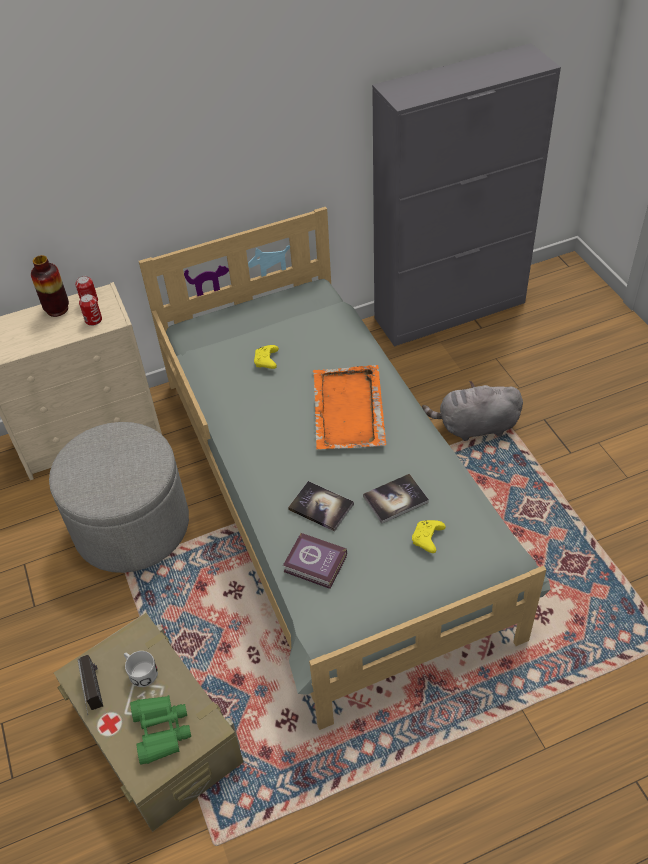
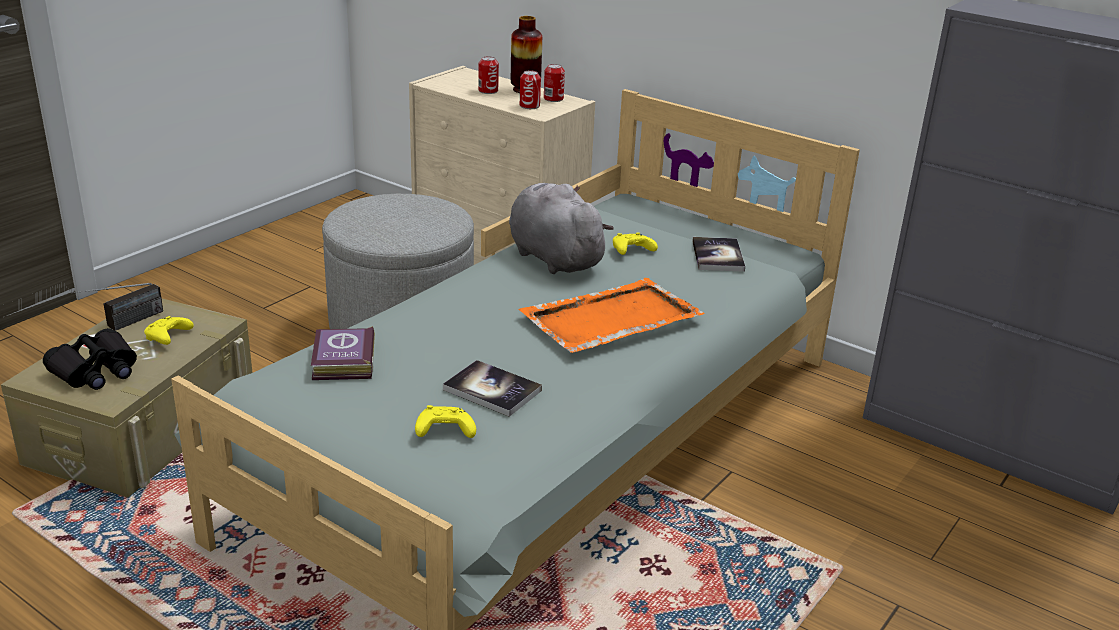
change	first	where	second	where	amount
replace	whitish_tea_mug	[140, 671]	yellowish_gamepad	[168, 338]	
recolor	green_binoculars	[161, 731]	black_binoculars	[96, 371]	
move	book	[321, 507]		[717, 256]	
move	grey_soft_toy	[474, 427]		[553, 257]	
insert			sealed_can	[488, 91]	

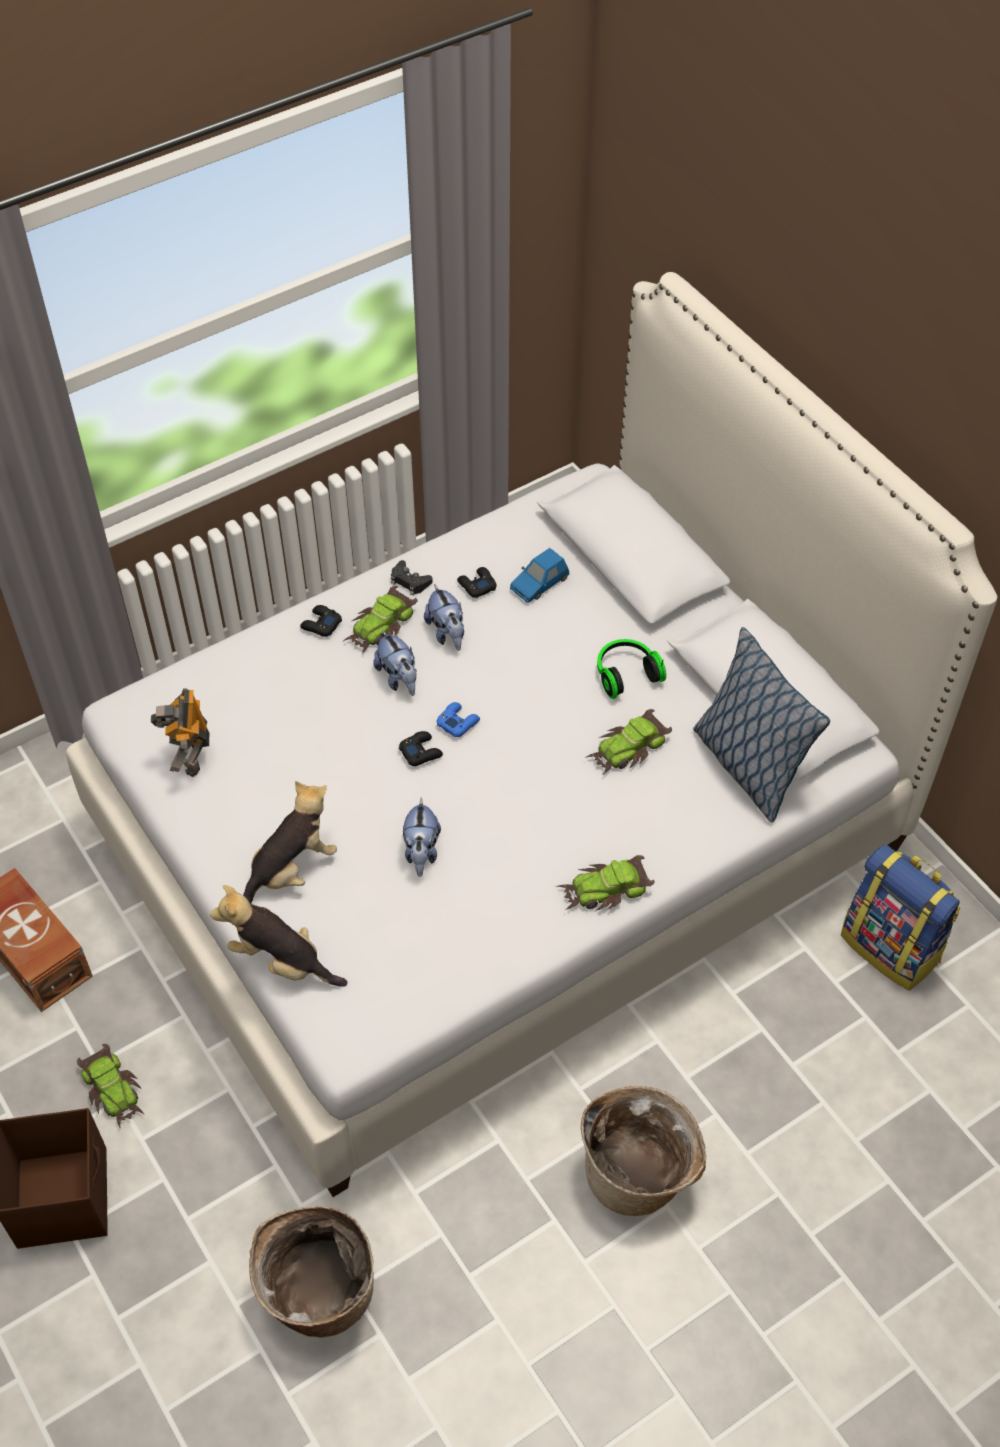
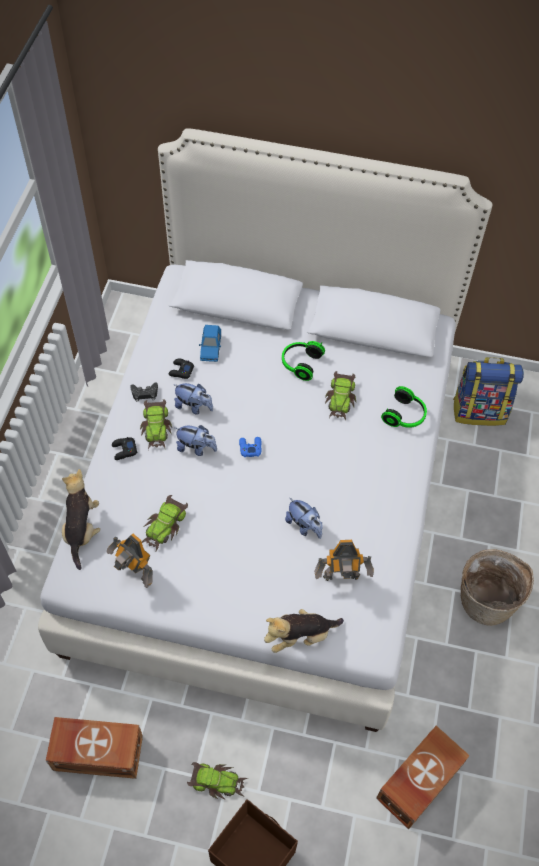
change	first	where	second	where	amount
move	soft_toy	[291, 870]		[82, 529]	
replace	basket	[317, 1294]	brown-coloured_storage_box	[417, 781]	
delete	black_gamepad	[421, 752]			
move	model_car	[605, 889]		[164, 526]	
delete	pillow	[747, 765]			
insert			toy_robot	[342, 578]	
insert			headphones	[405, 415]	

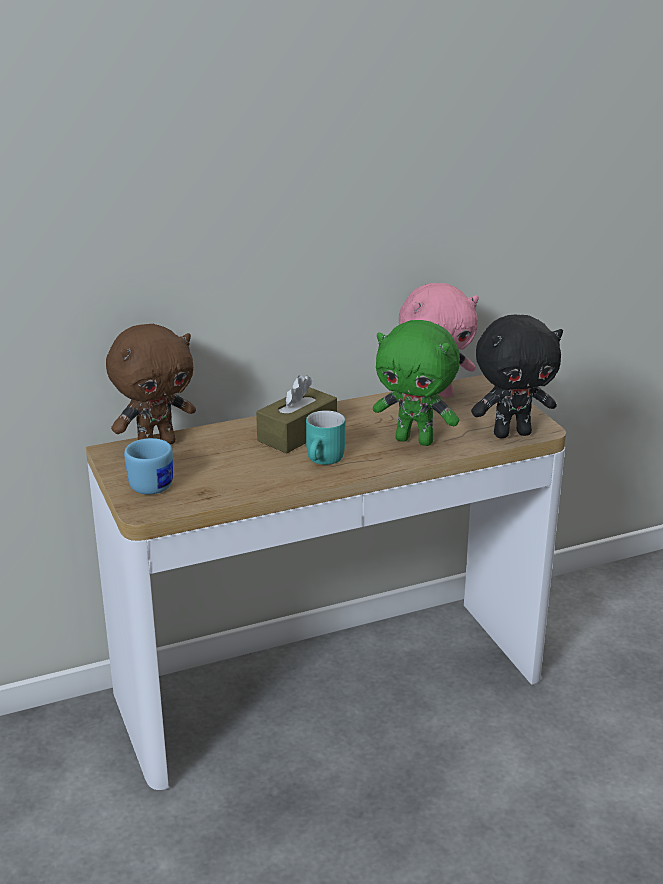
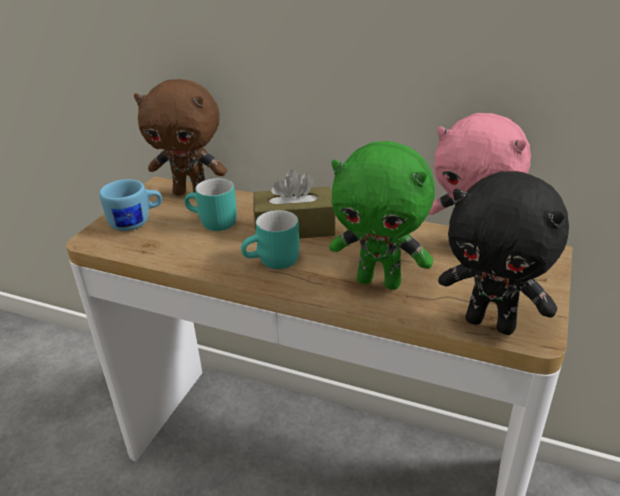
change	first	where	second	where	amount
rotate	green_soft_toy	[415, 440]		[380, 281]	45 degrees counterclockwise
insert			turquoise-coloured_tea_mug	[212, 223]	

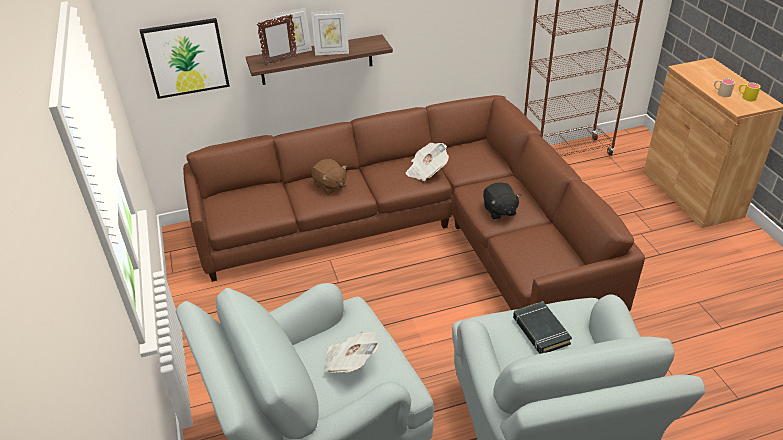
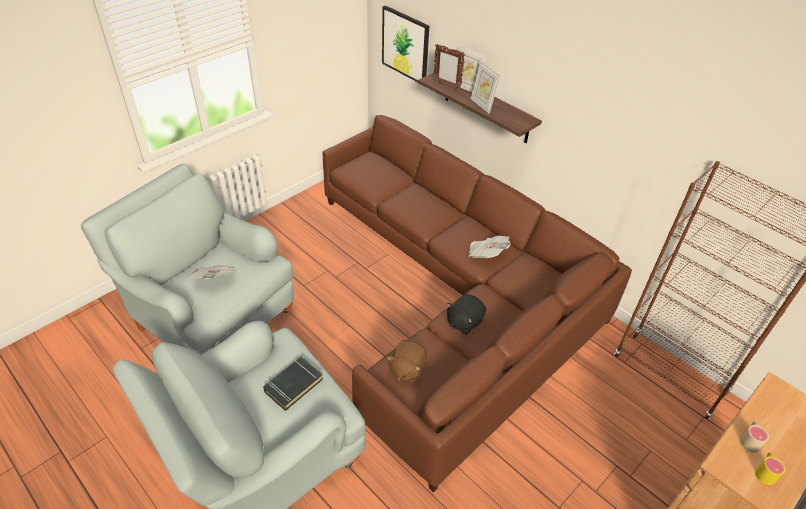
change	first	where	second	where	amount
move	brown-coloured_soft_toy	[330, 186]		[406, 369]	

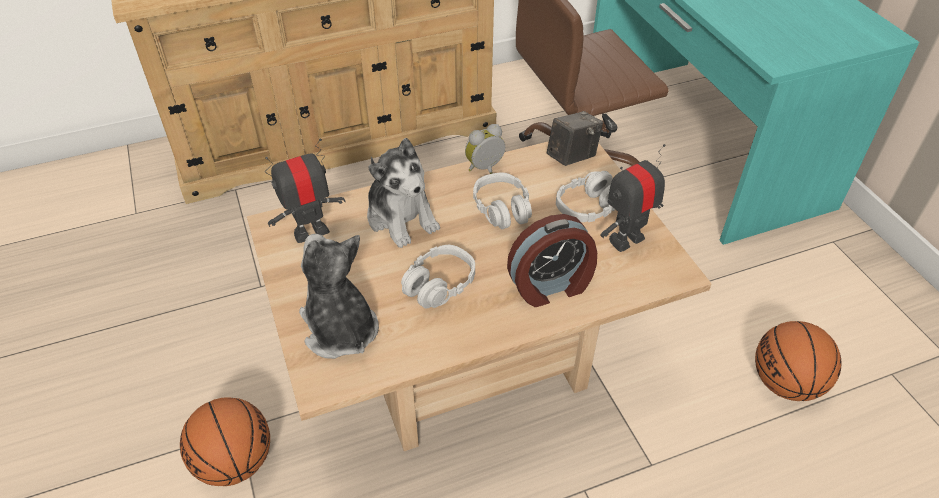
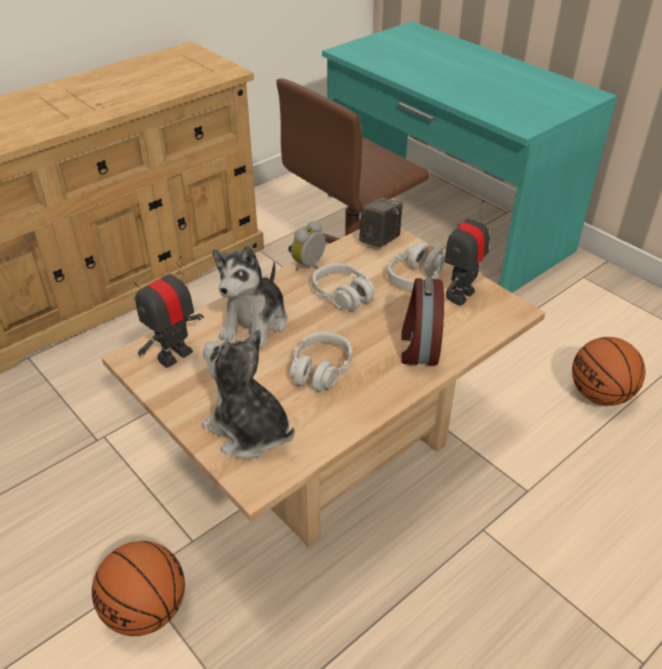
change	first	where	second	where	amount
rotate	soft_toy	[401, 217]		[255, 323]	75 degrees clockwise
rotate	bedside_clock	[551, 286]		[418, 347]	135 degrees clockwise

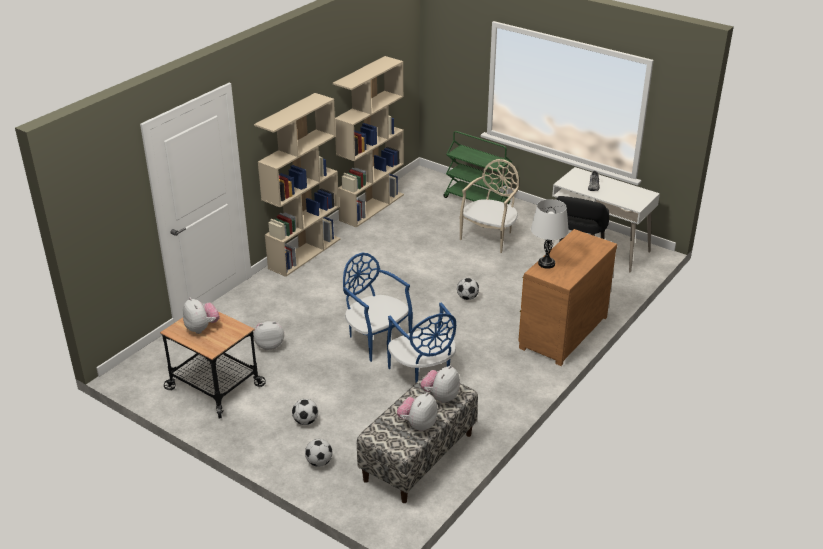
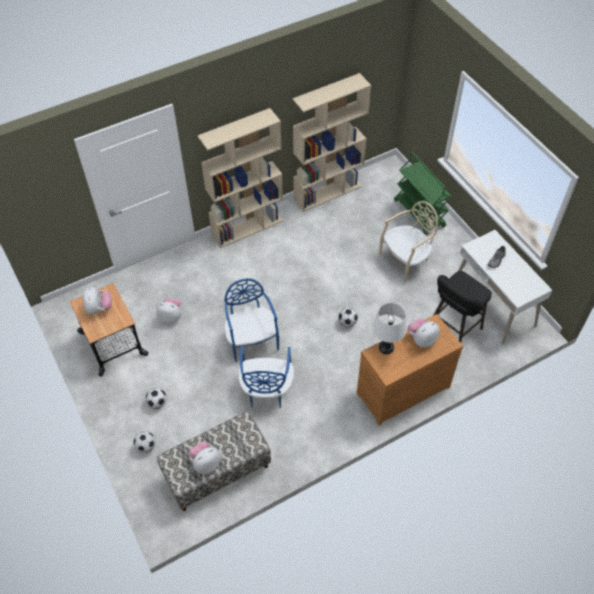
change	first	where	second	where	amount
move	soft_toy	[440, 397]		[421, 339]	

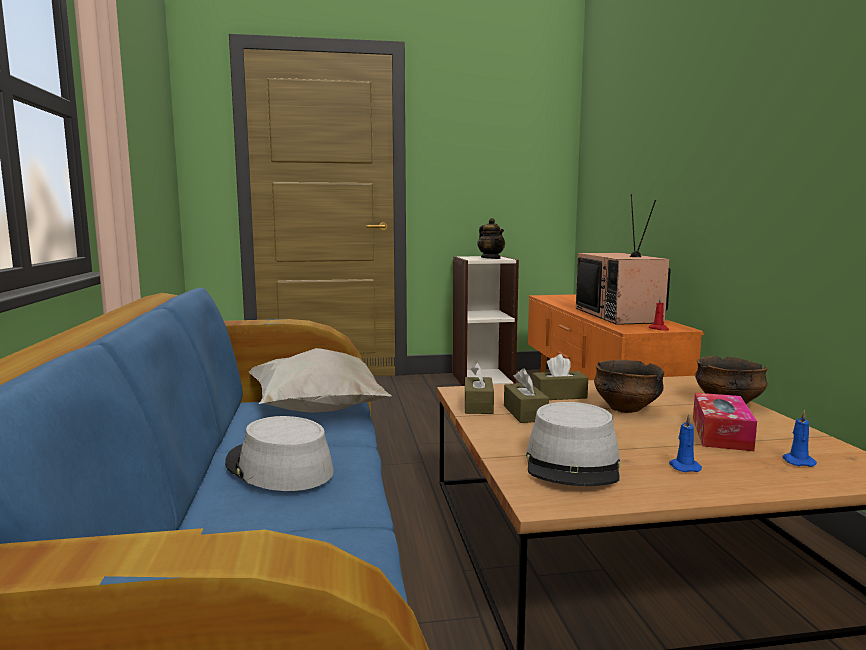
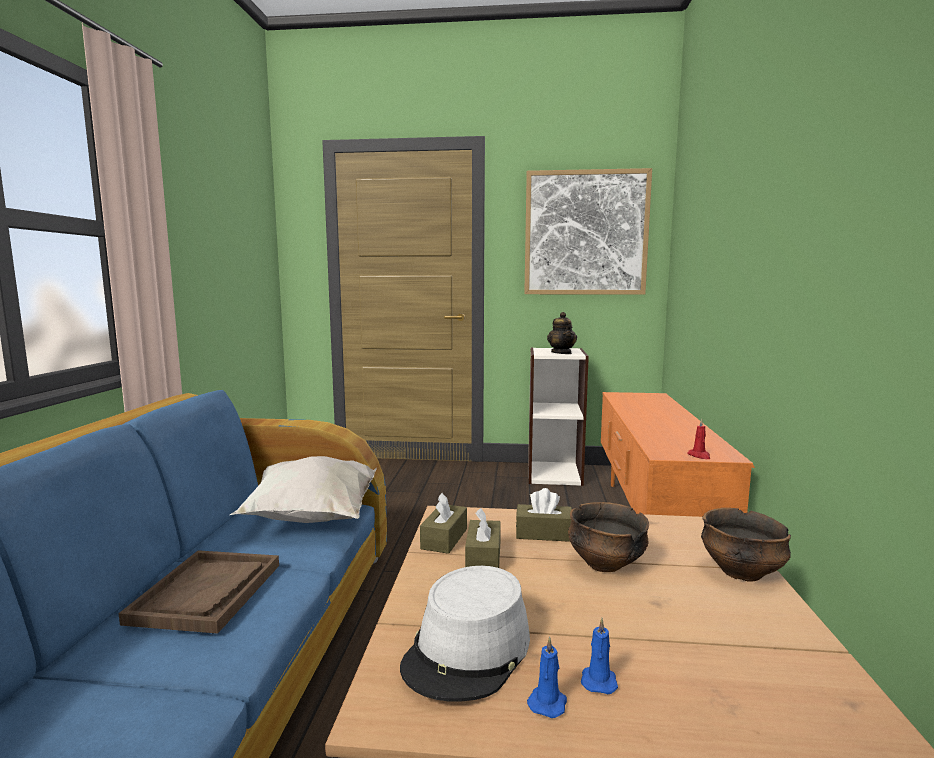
change	first	where	second	where	amount
replace	grey_hat	[278, 468]	brown-coloured_serving_tray	[207, 593]	
delete	television	[620, 315]			
delete	tissue_holder	[721, 433]			
move	blue_candle	[797, 461]		[548, 702]	
insert			picture	[585, 233]	

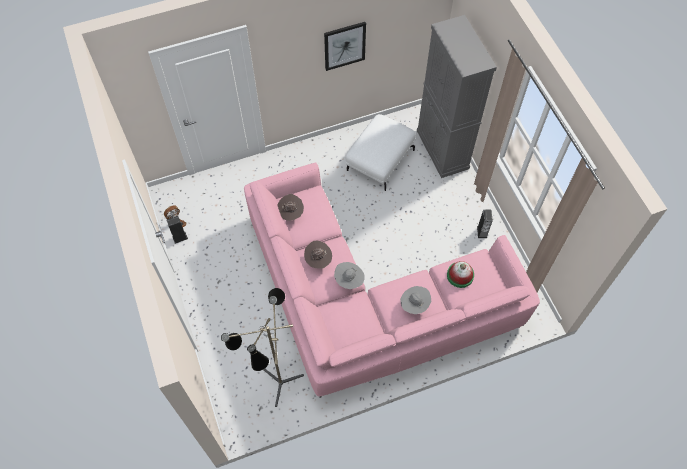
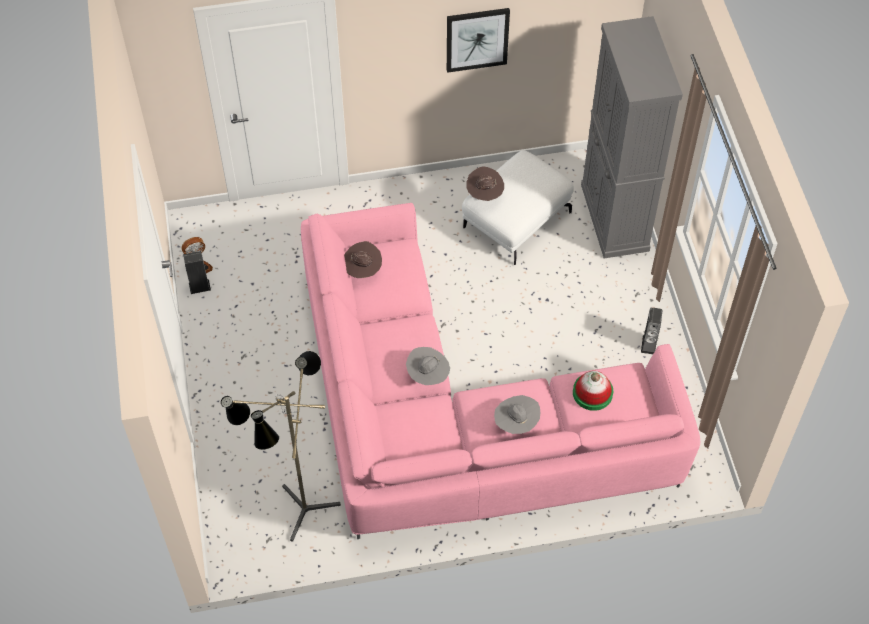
change	first	where	second	where	amount
move	brown-coloured_hat	[318, 260]		[484, 194]	

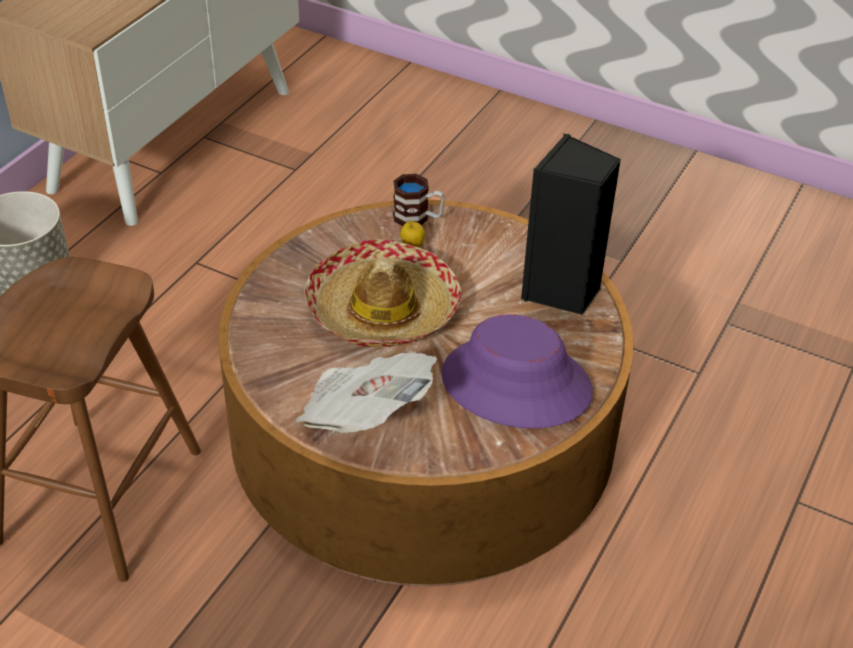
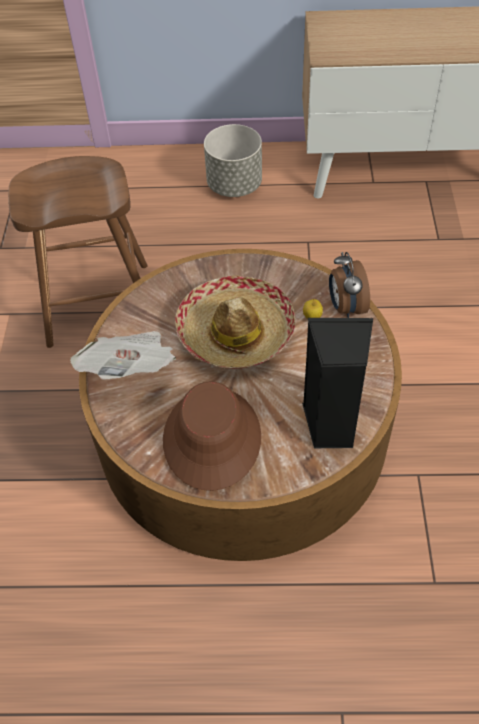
change	first	where	second	where	amount
replace	tea_mug	[418, 218]	bedside_clock	[345, 307]	
recolor	purple-coloured_hat	[515, 384]	brown-coloured_hat	[211, 438]	

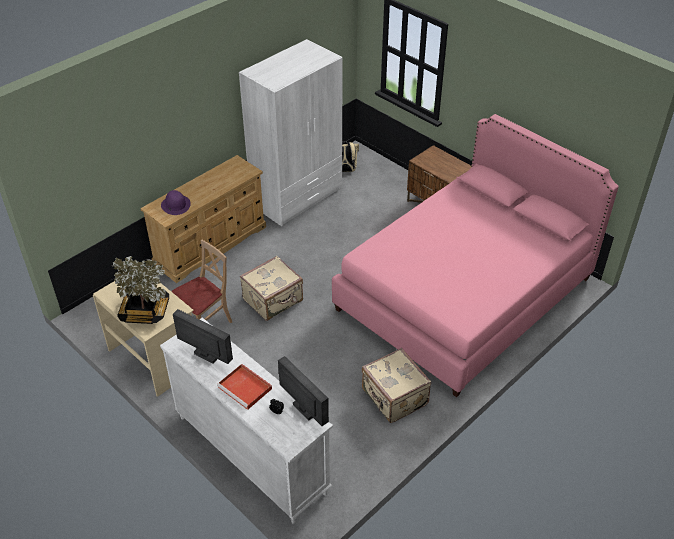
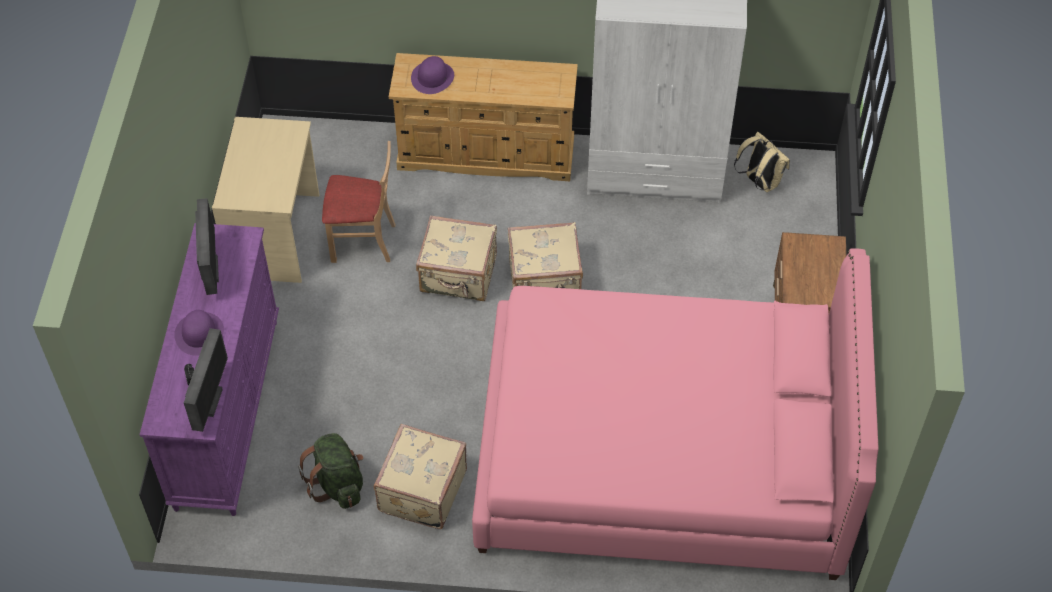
change	first	where	second	where	amount
delete	plant_in_a_pot	[144, 311]			
recolor	whitish_dresser	[250, 453]	purple-coloured_dresser	[227, 411]	
replace	red-coloured_serving_tray	[245, 388]	purple-coloured_hat	[199, 333]	
insert			green_backpack	[338, 484]	
insert			beige-coloured_piece_of_luggage	[545, 280]	

